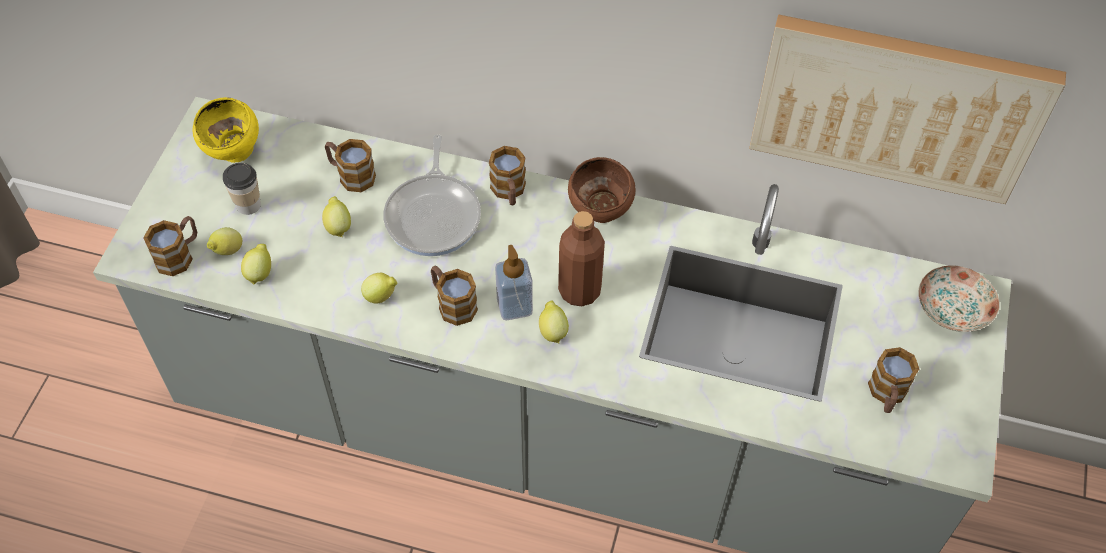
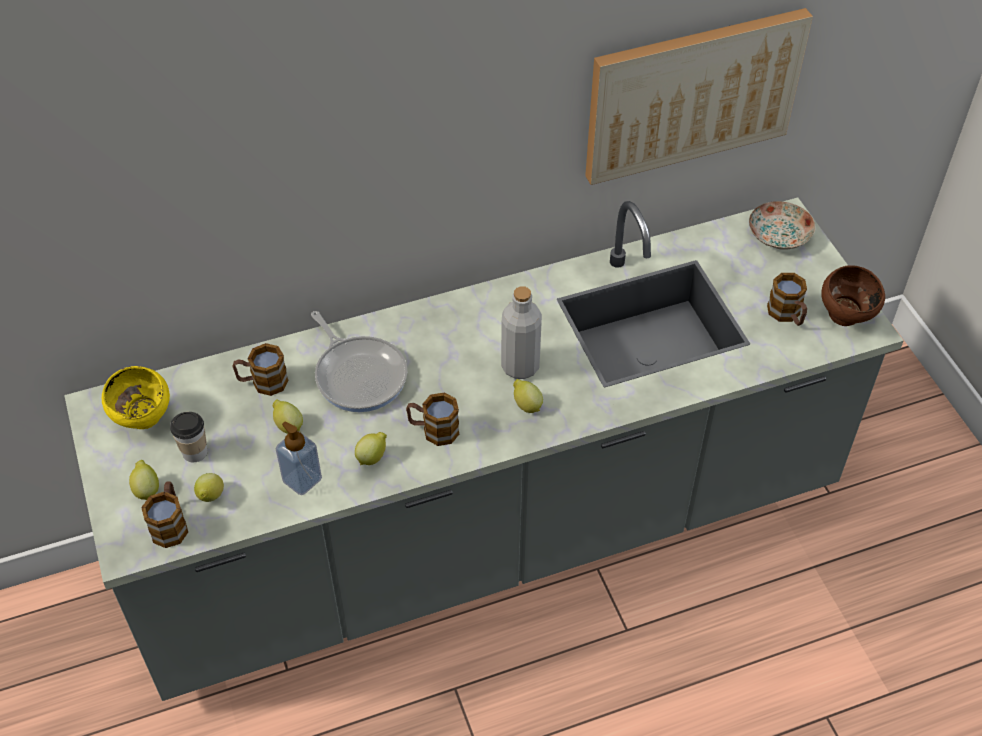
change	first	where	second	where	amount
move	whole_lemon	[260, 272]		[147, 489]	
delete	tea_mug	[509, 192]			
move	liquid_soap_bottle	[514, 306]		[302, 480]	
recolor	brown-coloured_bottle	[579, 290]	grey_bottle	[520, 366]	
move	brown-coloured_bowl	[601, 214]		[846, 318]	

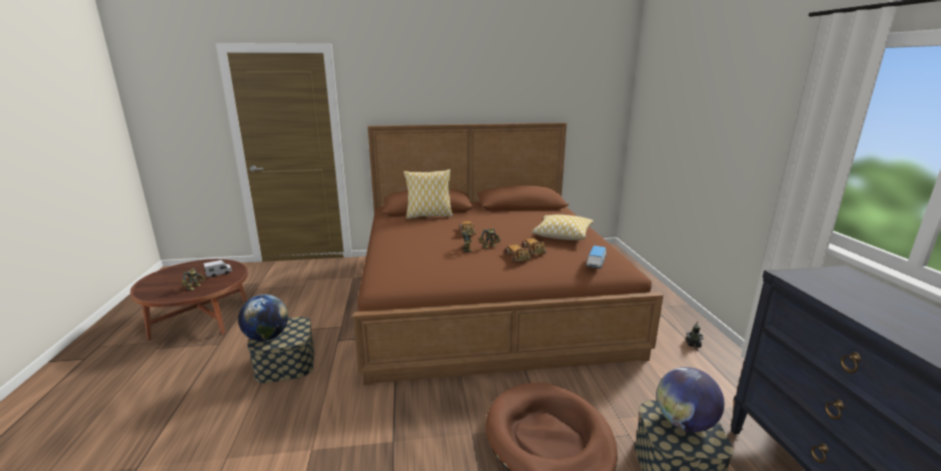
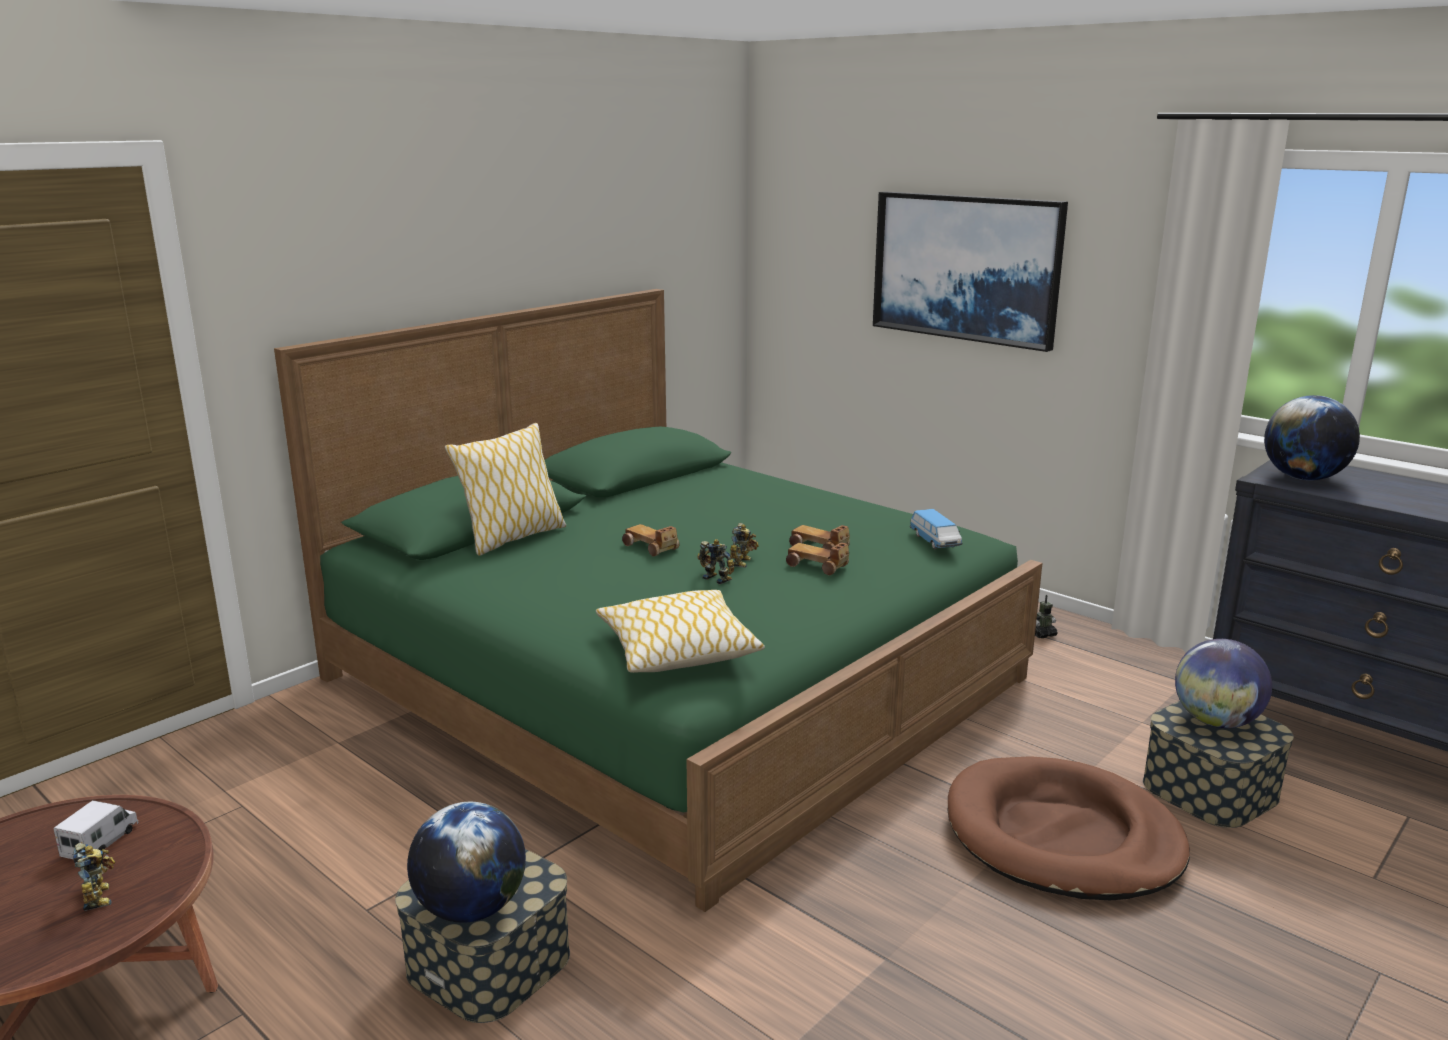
change	first	where	second	where	amount
recolor	brown-coloured_bed	[485, 297]	green_bed	[674, 677]	
move	pillow	[562, 235]		[677, 649]	
insert			picture	[966, 267]	
insert			desk_globe	[1303, 478]	

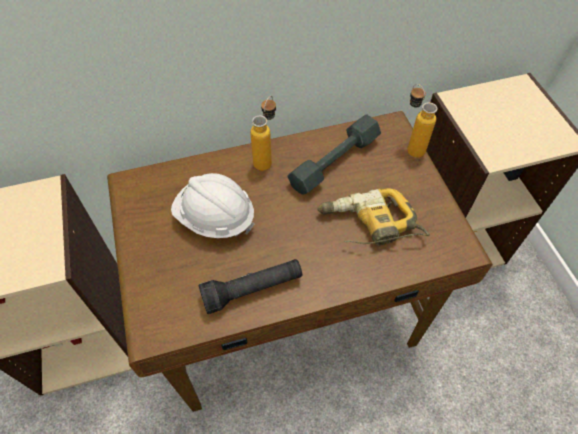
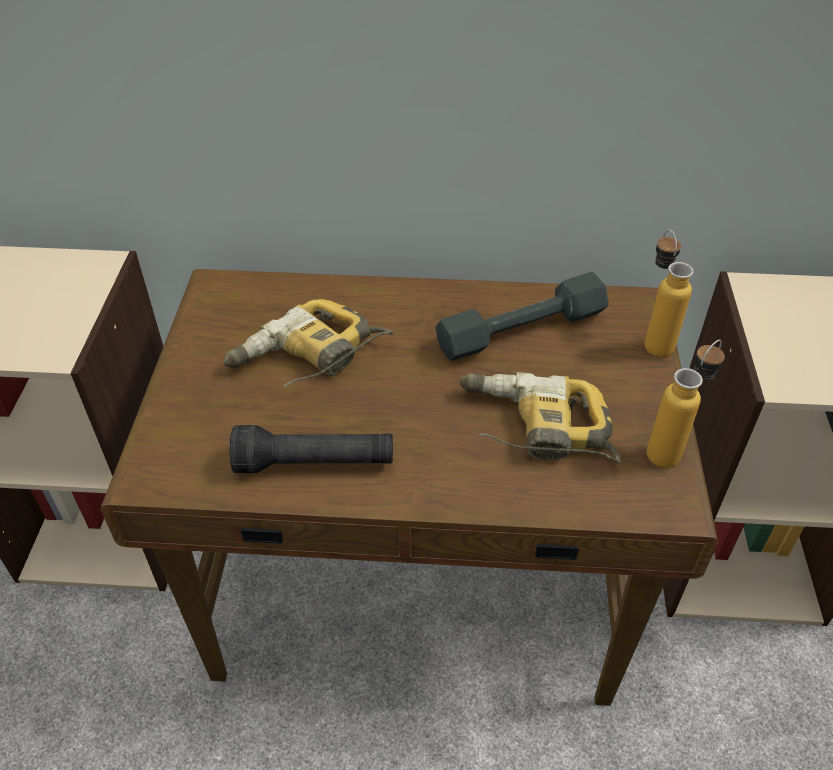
change	first	where	second	where	amount
replace	whitish_work_helmet	[215, 218]	electric_drill	[308, 358]	
move	bottle	[266, 159]		[671, 449]	

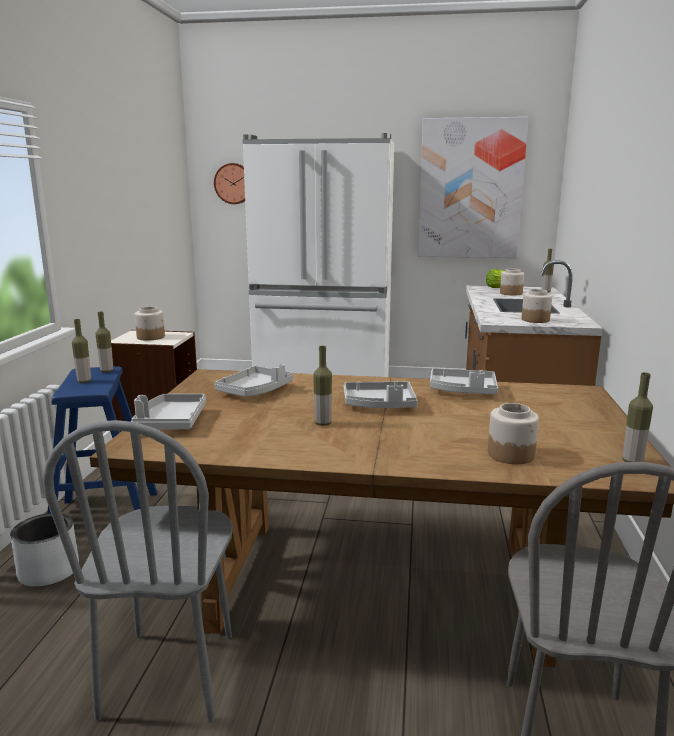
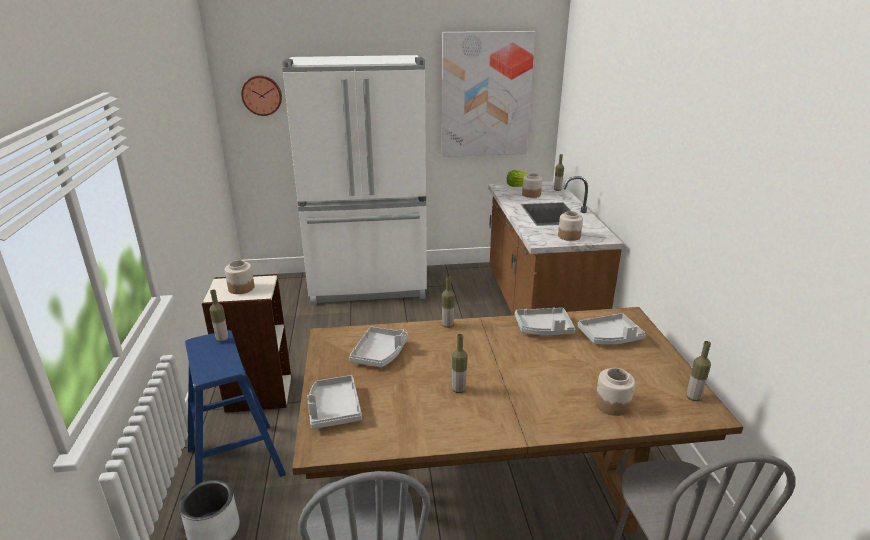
change	first	where	second	where	amount
move	bottle	[84, 381]		[447, 325]	
move	grey_serving_tray	[379, 405]		[610, 337]	

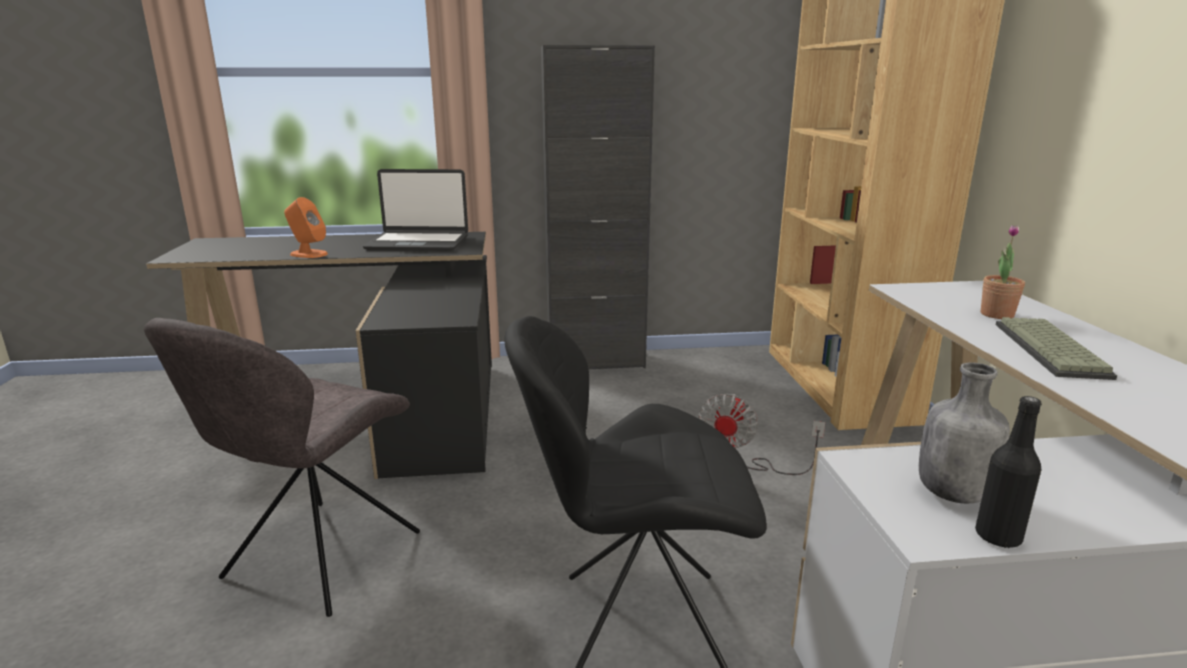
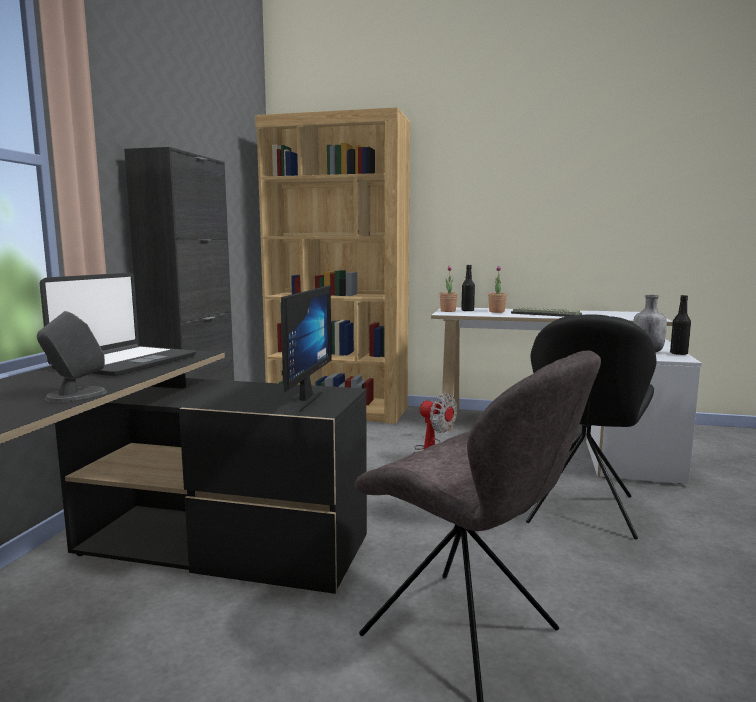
change	first	where	second	where	amount
recolor	orange_speaker	[308, 254]	grey_speaker	[75, 395]	
insert			computer_display	[297, 401]	
insert			plant_in_a_pot	[448, 311]	
insert			black_bottle	[467, 311]	

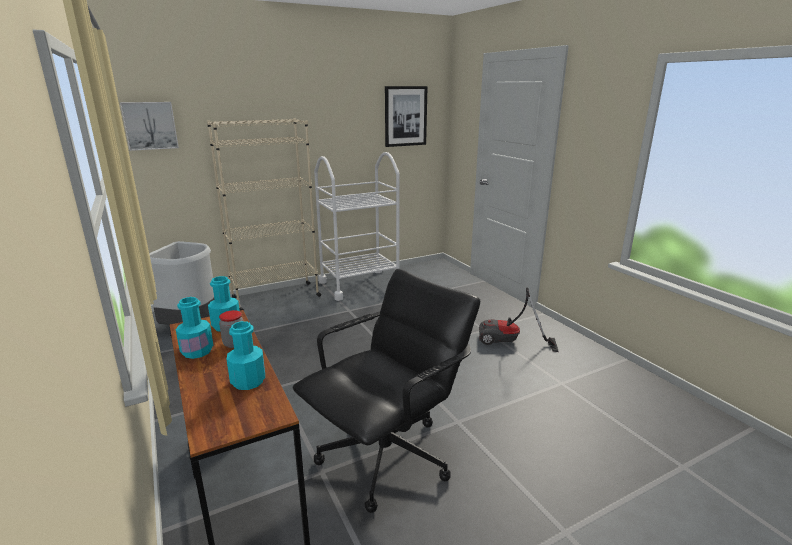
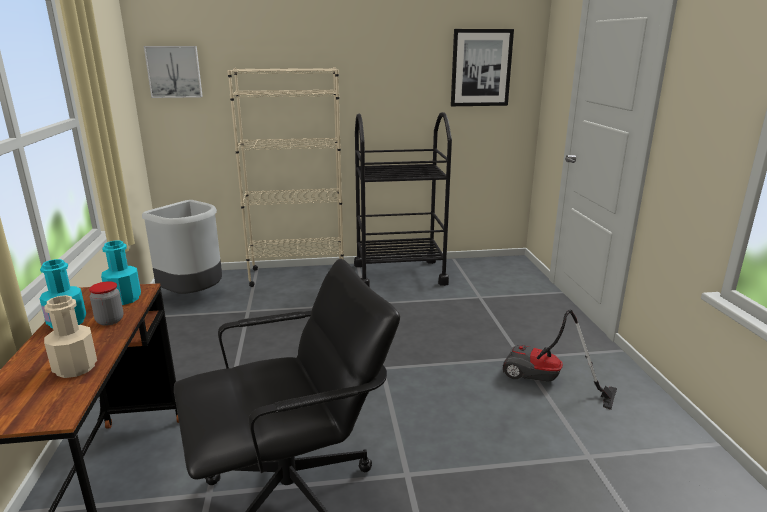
change	first	where	second	where	amount
recolor	turquoise-coloured_bottle	[248, 381]	beige-coloured_bottle	[75, 367]	
recolor	whitish_cart	[359, 284]	black_cart	[399, 274]	

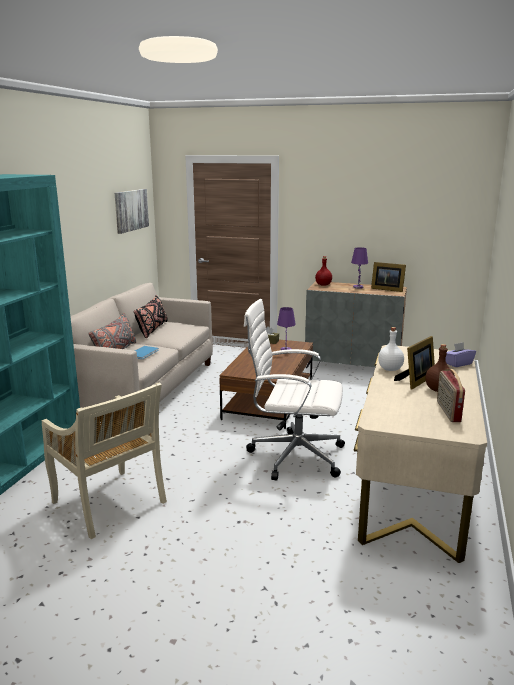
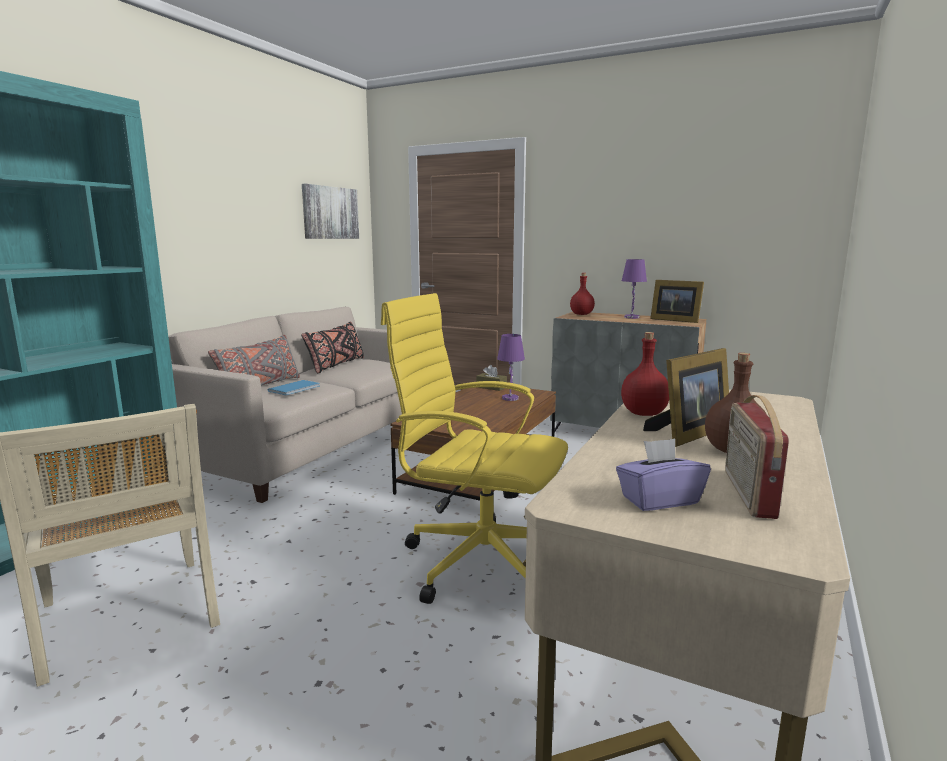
change	first	where	second	where	amount
recolor	whitish_computer_chair	[293, 455]	yellowish_computer_chair	[479, 561]	
recolor	whitish_bottle	[389, 369]	red-coloured_bottle	[642, 413]	
move	purple-coloured_tissue_holder	[458, 364]		[659, 500]	

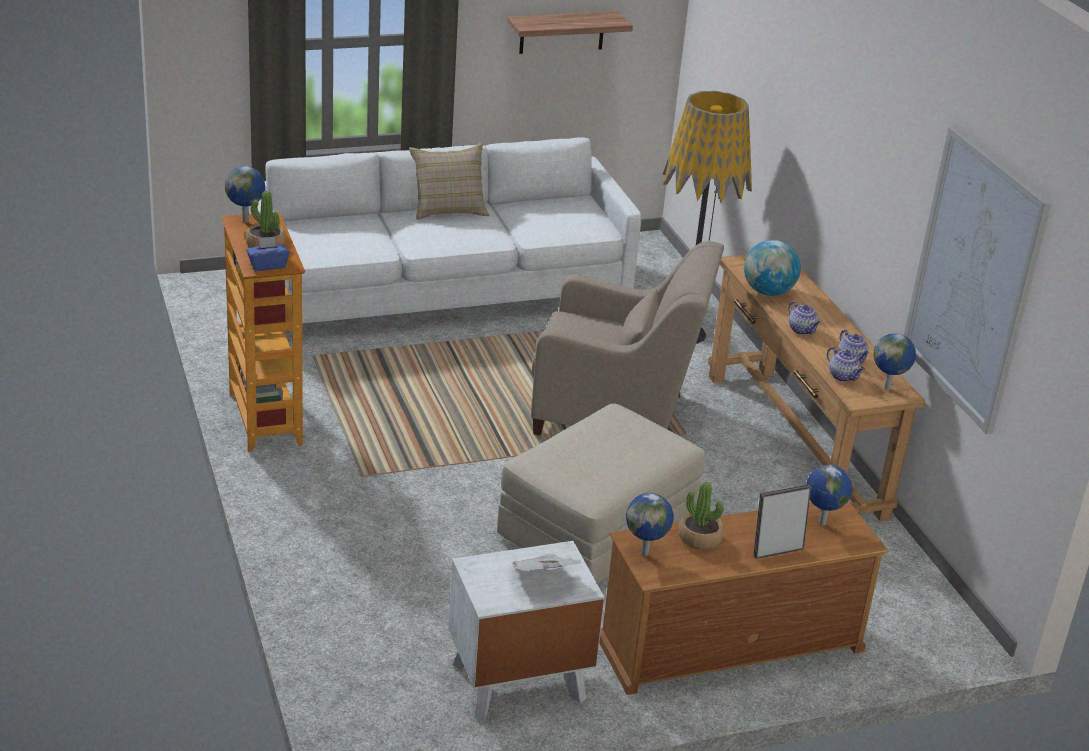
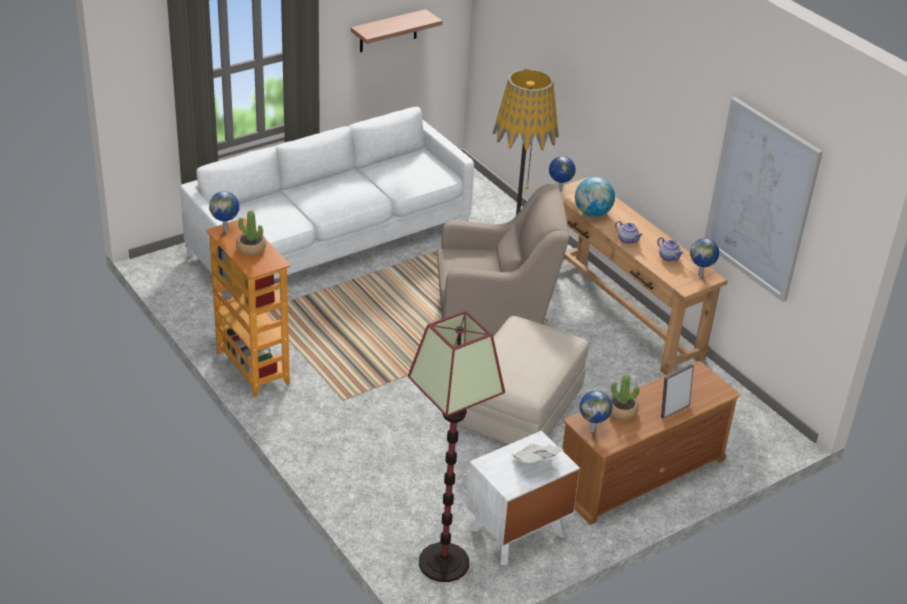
change	first	where	second	where	amount
delete	blue_tissue_holder	[267, 265]			
delete	beige-coloured_pillow	[448, 209]			
move	desk_globe	[821, 523]		[559, 191]	
delete	tea_pot	[843, 376]			
insert			standing_lamp	[443, 563]	

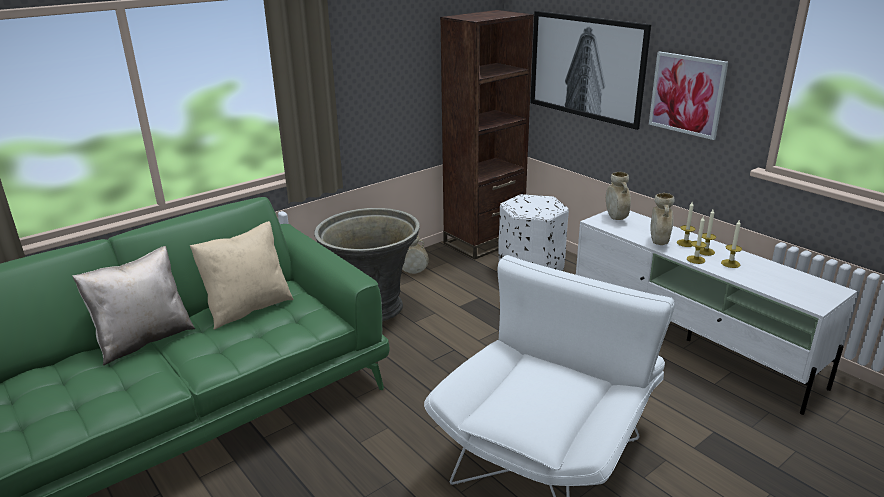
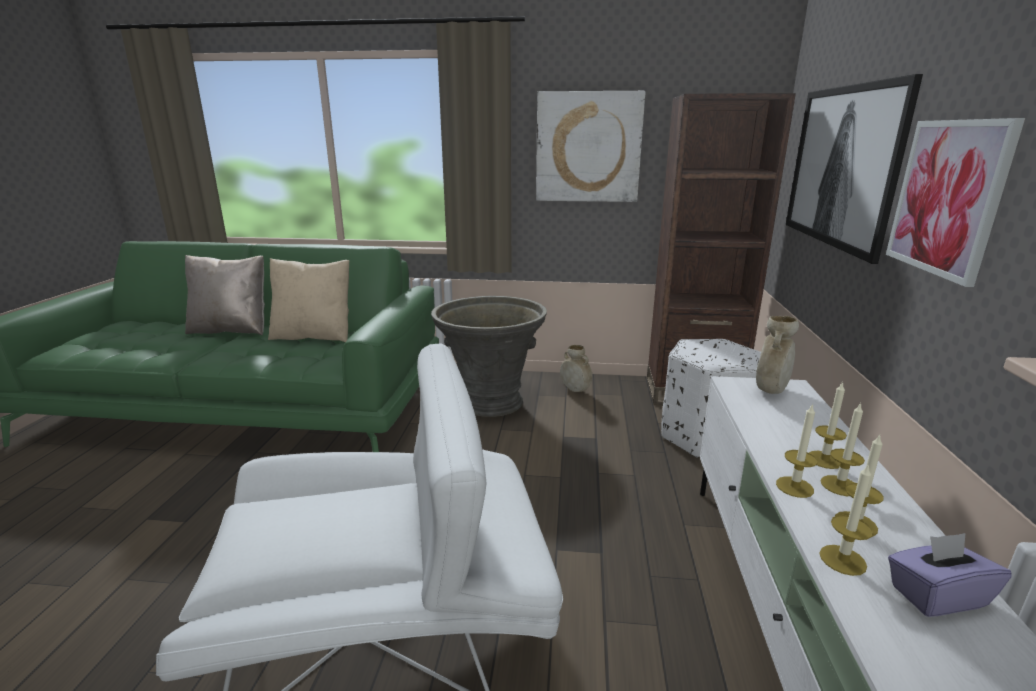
change	first	where	second	where	amount
delete	beige-coloured_vase	[659, 243]			
insert			picture	[588, 147]	
insert			candle	[842, 560]	
insert			purple-coloured_tissue_holder	[936, 595]	

